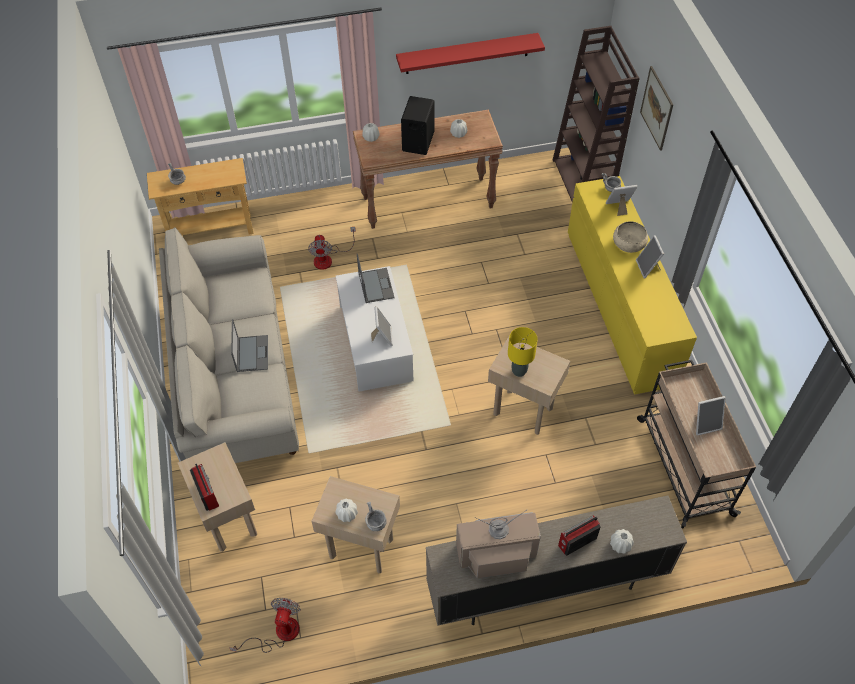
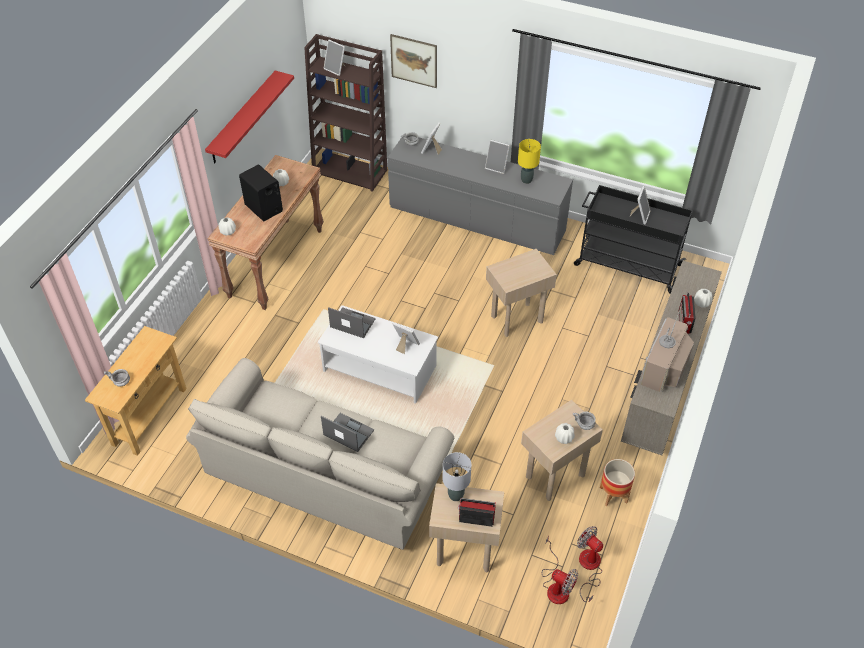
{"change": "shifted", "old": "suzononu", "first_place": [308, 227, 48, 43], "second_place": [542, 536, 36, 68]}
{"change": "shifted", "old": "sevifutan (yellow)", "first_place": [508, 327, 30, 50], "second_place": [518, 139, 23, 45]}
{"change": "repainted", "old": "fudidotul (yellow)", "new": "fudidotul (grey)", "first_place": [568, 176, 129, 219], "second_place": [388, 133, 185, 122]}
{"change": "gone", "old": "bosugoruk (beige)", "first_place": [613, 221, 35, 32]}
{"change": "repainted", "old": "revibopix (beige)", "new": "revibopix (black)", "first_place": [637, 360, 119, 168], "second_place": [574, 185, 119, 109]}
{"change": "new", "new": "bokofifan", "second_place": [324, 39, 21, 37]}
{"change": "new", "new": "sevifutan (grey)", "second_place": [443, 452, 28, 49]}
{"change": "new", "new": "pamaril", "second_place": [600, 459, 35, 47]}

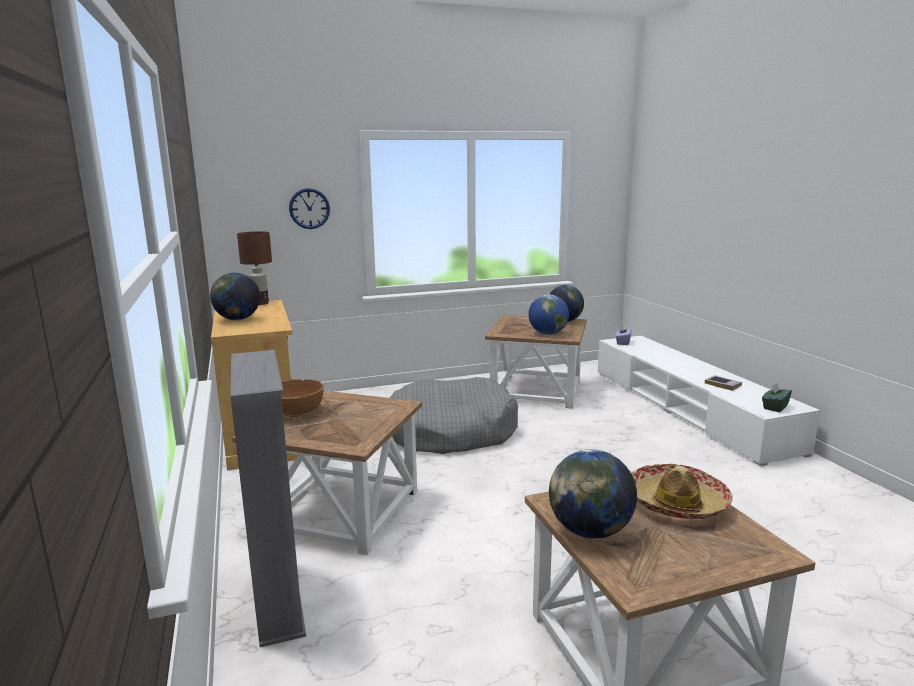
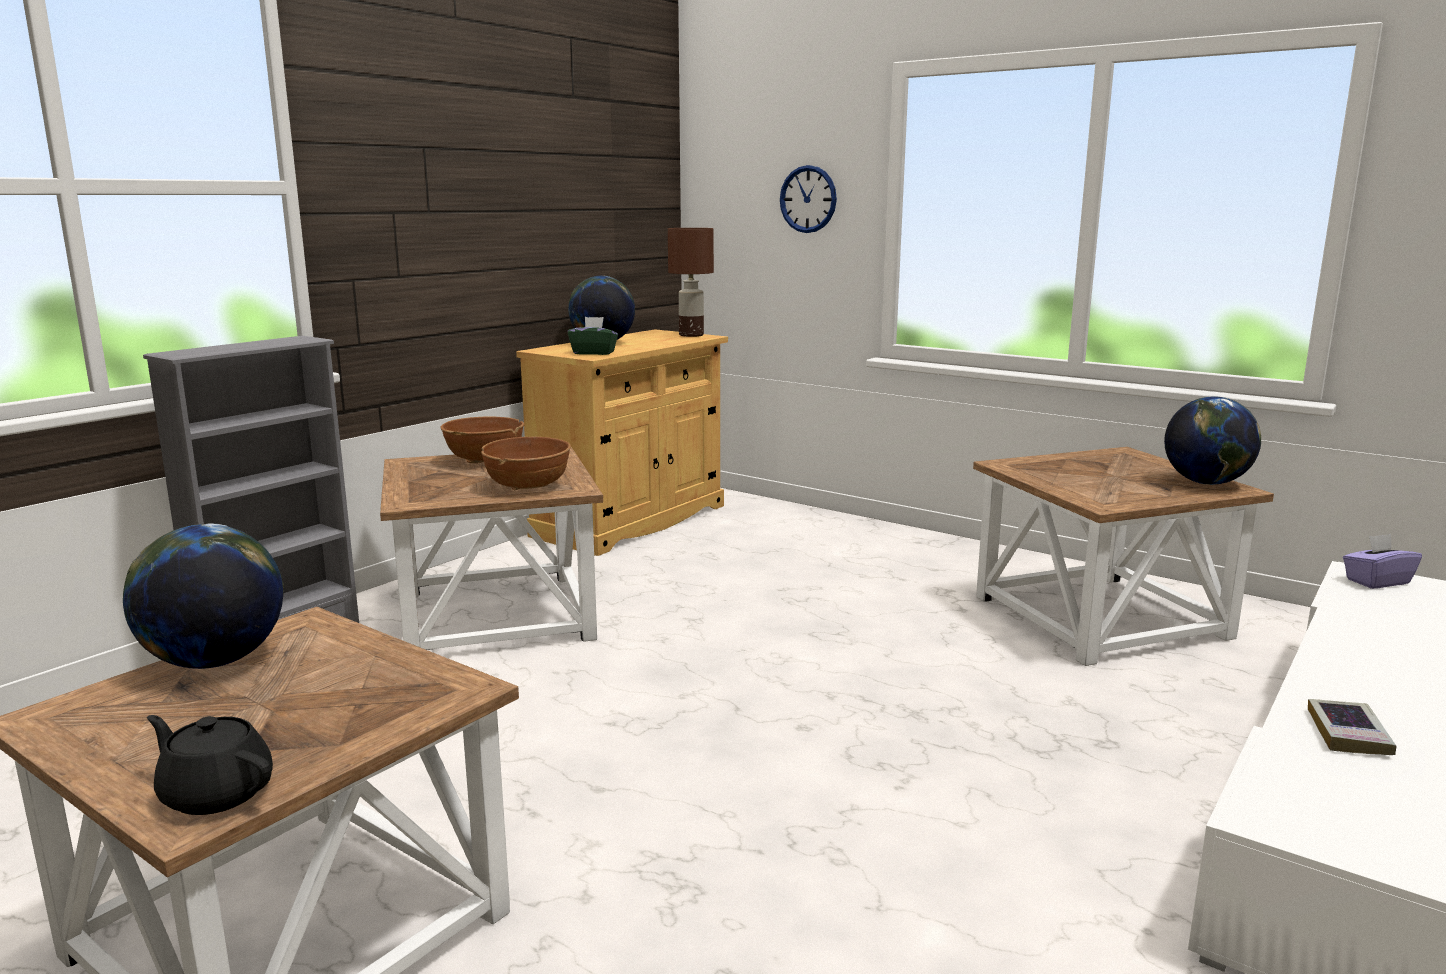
{"change": "gone", "old": "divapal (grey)", "first_place": [390, 377, 128, 77]}
{"change": "gone", "old": "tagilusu", "first_place": [528, 294, 41, 41]}
{"change": "gone", "old": "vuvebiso", "first_place": [631, 464, 102, 55]}
{"change": "shifted", "old": "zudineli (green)", "first_place": [762, 382, 30, 30], "second_place": [568, 317, 50, 38]}
{"change": "new", "new": "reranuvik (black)", "second_place": [147, 715, 126, 100]}
{"change": "new", "new": "bosugoruk (brown)", "second_place": [481, 437, 90, 53]}

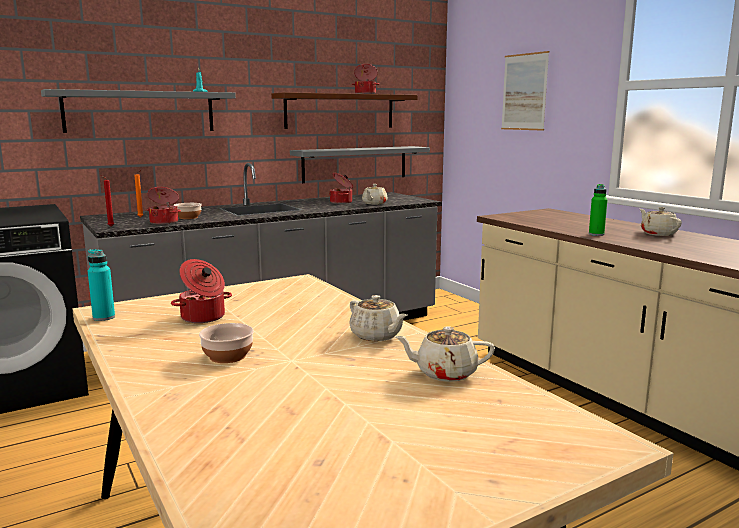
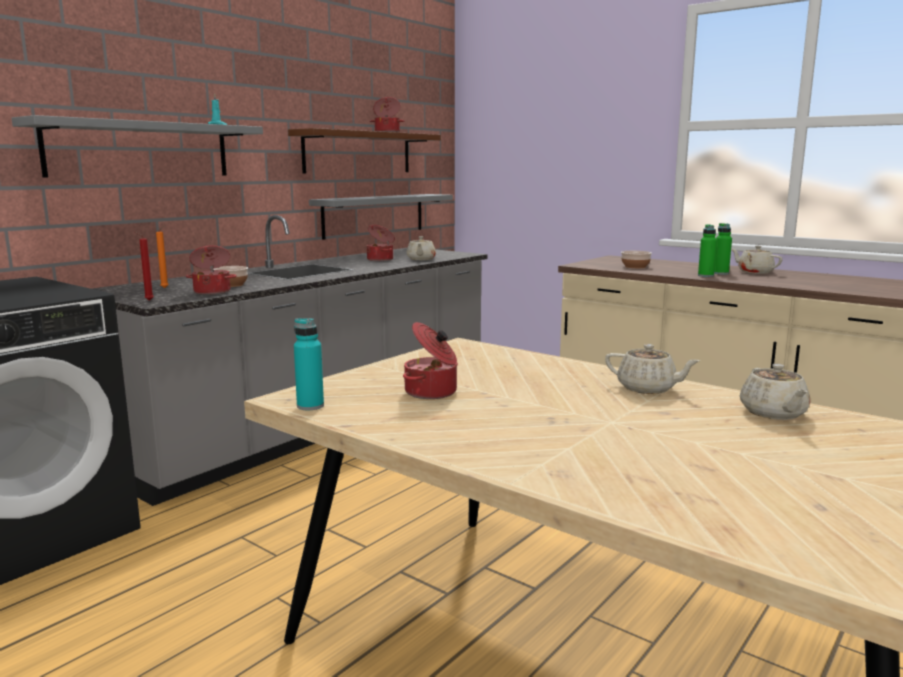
{"change": "shifted", "old": "bosugoruk", "first_place": [199, 323, 55, 40], "second_place": [621, 251, 31, 17]}
{"change": "rotated", "old": "reranuvik (beige)", "first_place": [395, 326, 100, 56], "second_place": [740, 364, 70, 56], "degrees": -75}
{"change": "gone", "old": "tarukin", "first_place": [501, 51, 48, 80]}
{"change": "new", "new": "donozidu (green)", "second_place": [714, 223, 18, 52]}

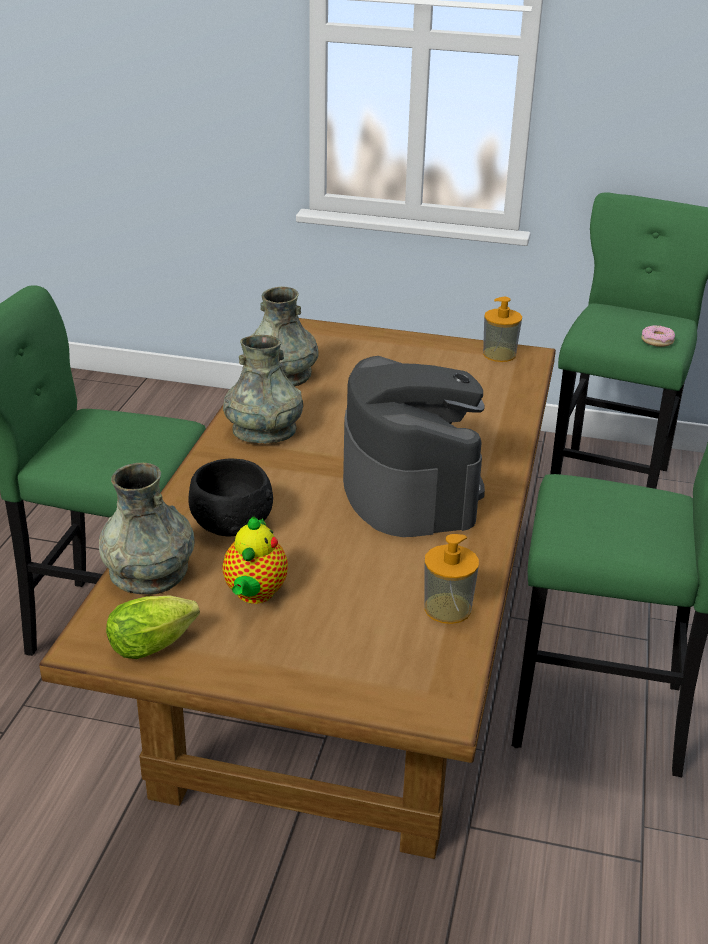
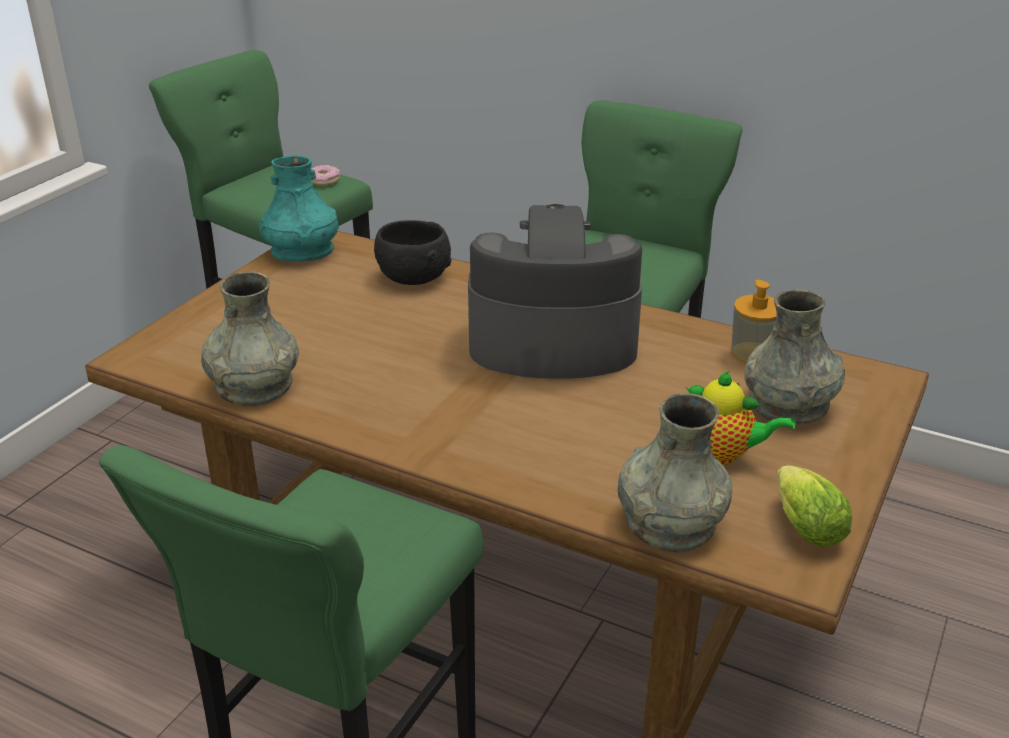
{"change": "shifted", "old": "bosugoruk (black)", "first_place": [188, 459, 85, 77], "second_place": [374, 220, 78, 65]}
{"change": "shifted", "old": "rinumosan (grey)", "first_place": [223, 335, 80, 109], "second_place": [745, 289, 100, 136]}
{"change": "swapped", "old": "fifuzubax", "new": "rinumosan (turquoise)", "first_place": [483, 297, 39, 65], "second_place": [259, 156, 80, 106]}

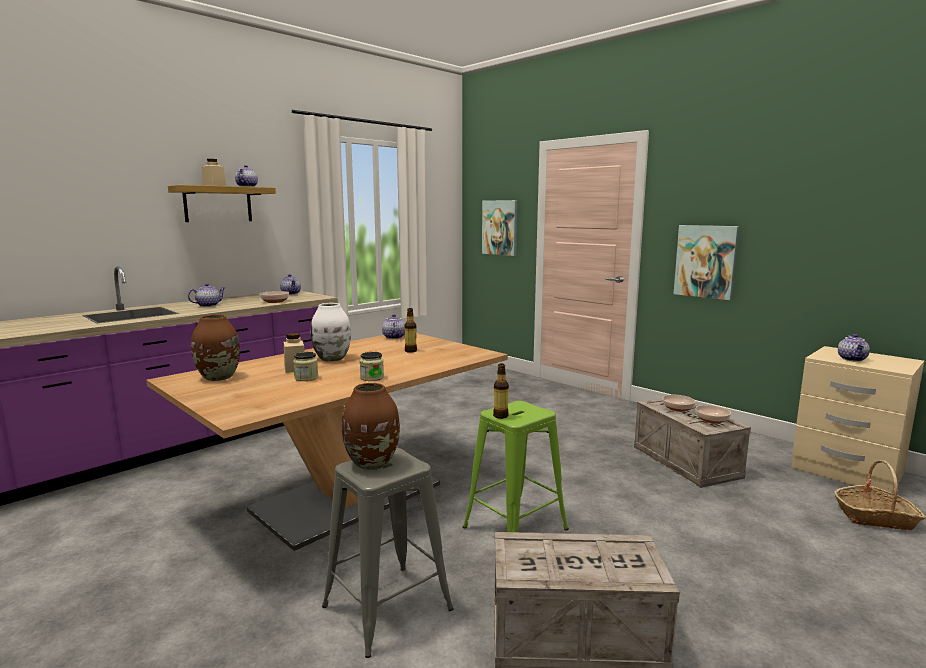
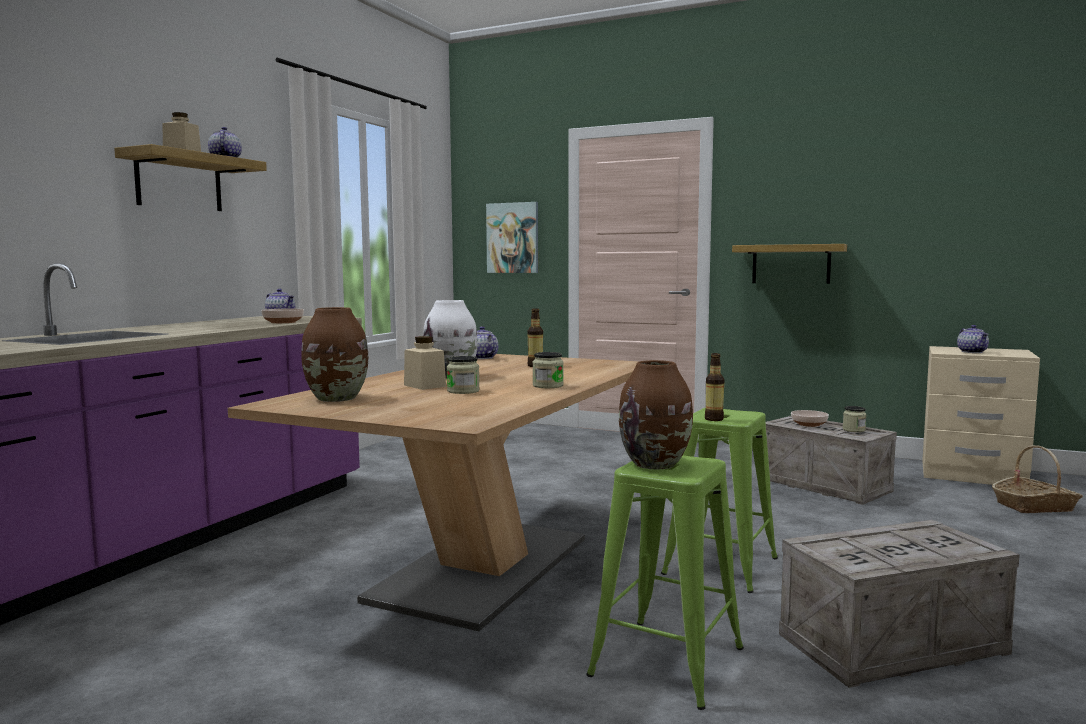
{"change": "gone", "old": "reranuvik", "first_place": [188, 283, 37, 24]}
{"change": "repainted", "old": "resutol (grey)", "new": "resutol (green)", "first_place": [322, 448, 132, 210], "second_place": [586, 455, 158, 255]}
{"change": "swapped", "old": "tarukin", "new": "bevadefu", "first_place": [673, 225, 66, 75], "second_place": [732, 244, 115, 40]}
{"change": "swapped", "old": "bosugoruk", "new": "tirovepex", "first_place": [695, 405, 36, 19], "second_place": [843, 406, 23, 26]}

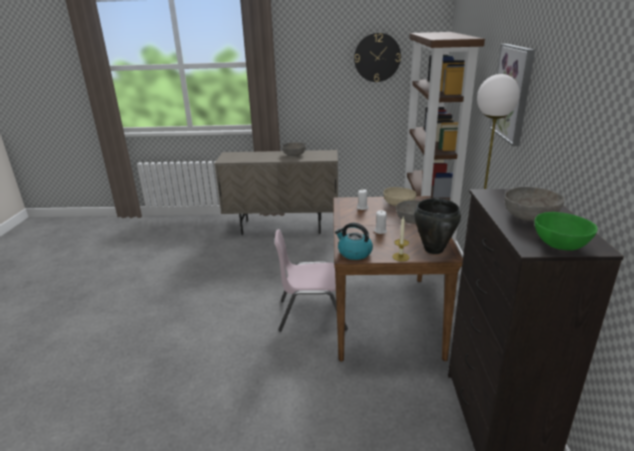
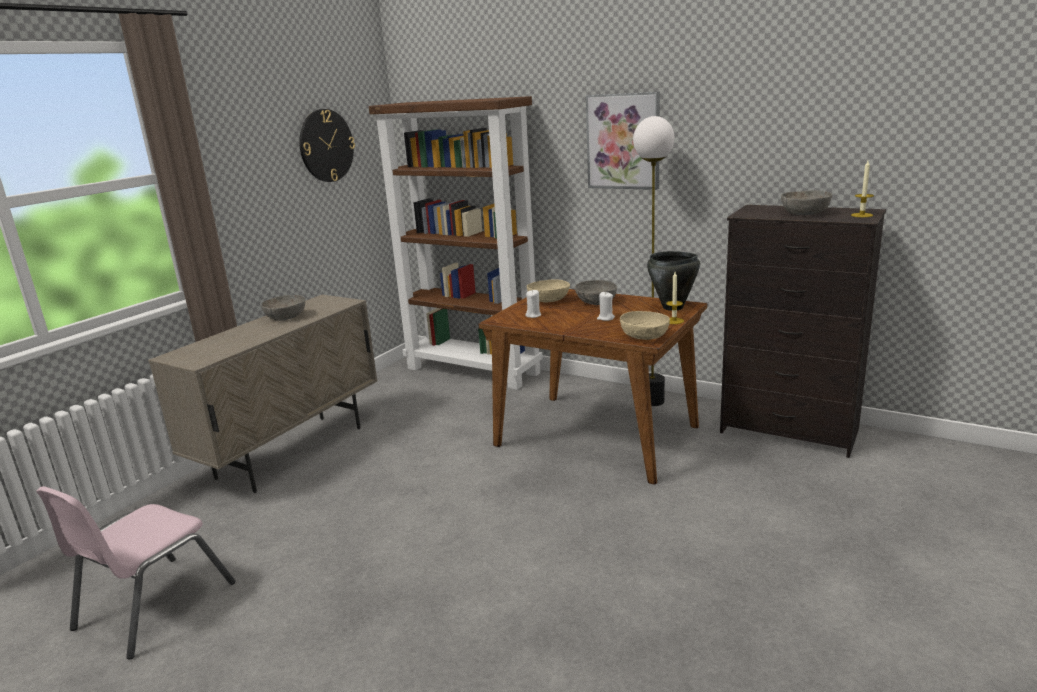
{"change": "shifted", "old": "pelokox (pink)", "first_place": [275, 229, 73, 103], "second_place": [36, 486, 199, 173]}
{"change": "swapped", "old": "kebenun", "new": "bosugoruk (beige)", "first_place": [335, 223, 38, 37], "second_place": [620, 311, 50, 29]}
{"change": "swapped", "old": "bosugoruk (green)", "new": "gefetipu", "first_place": [535, 212, 63, 39], "second_place": [851, 161, 23, 56]}

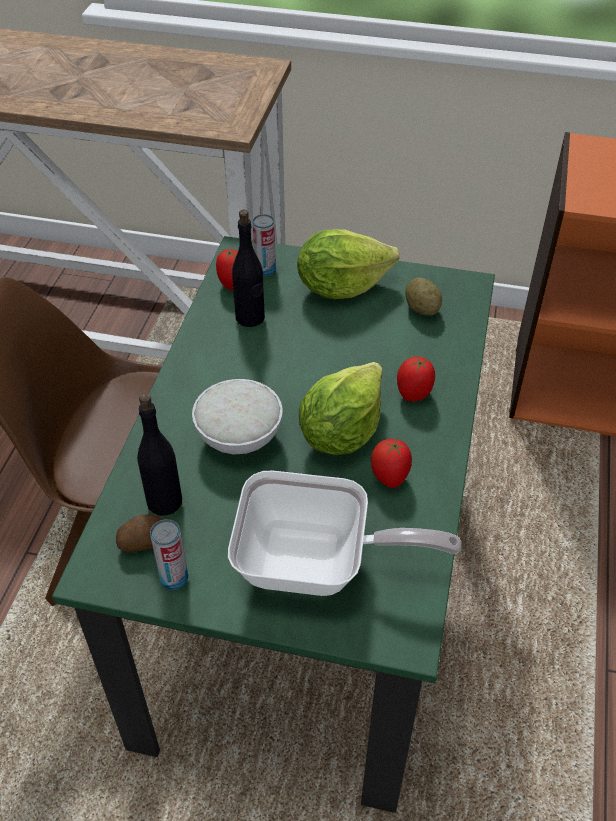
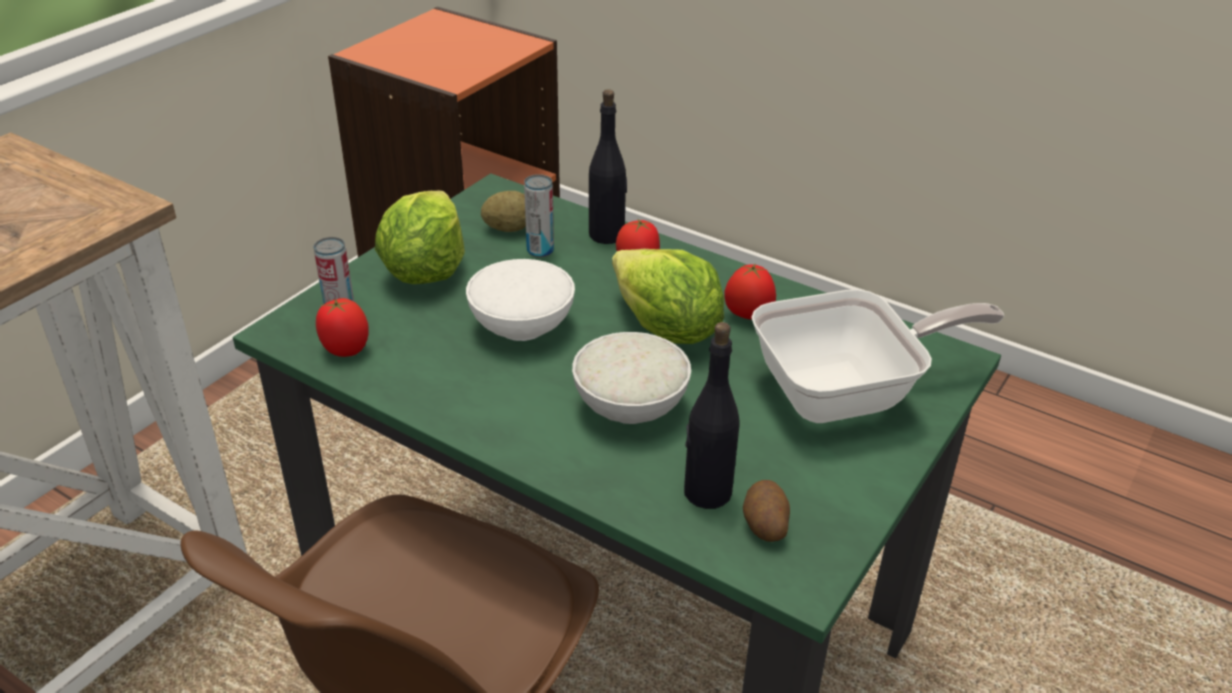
{"change": "shifted", "old": "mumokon", "first_place": [150, 519, 38, 71], "second_place": [524, 174, 30, 84]}
{"change": "rotated", "old": "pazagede", "first_place": [228, 471, 233, 125], "second_place": [751, 289, 253, 134], "degrees": 45}
{"change": "shifted", "old": "donozidu (black)", "first_place": [232, 210, 33, 117], "second_place": [589, 89, 38, 155]}
{"change": "new", "new": "bosugoruk (white)", "second_place": [466, 259, 109, 82]}

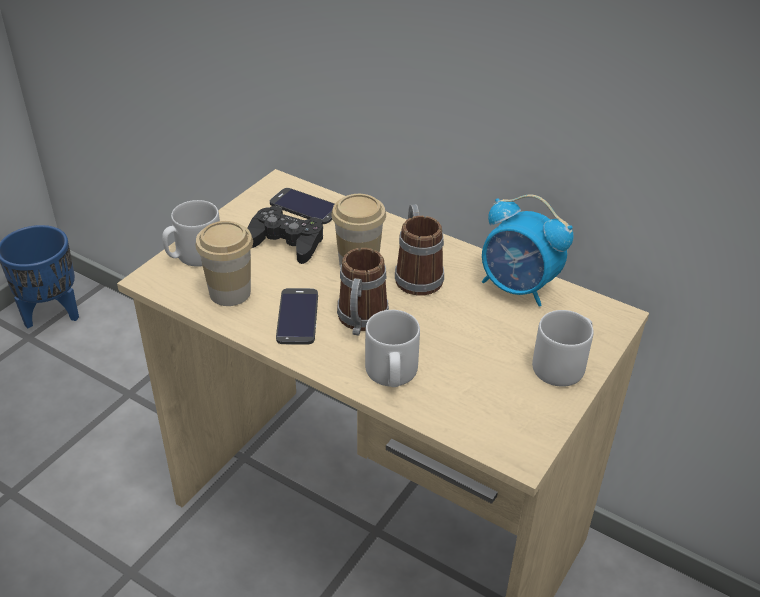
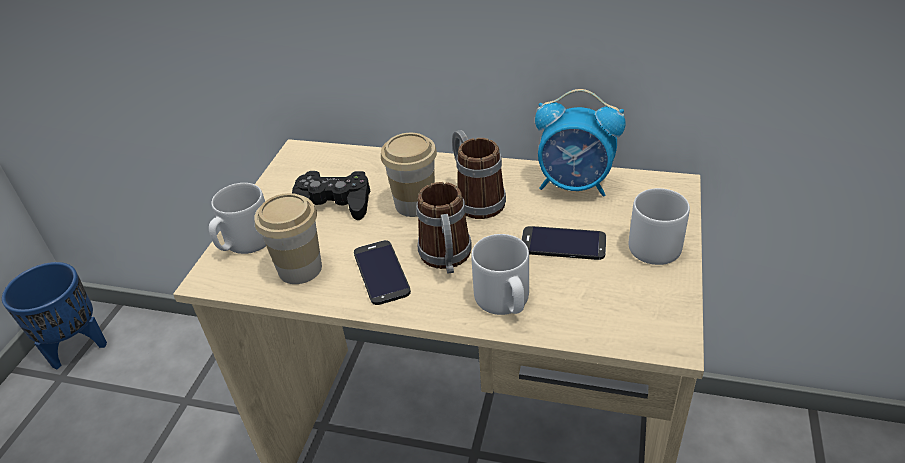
{"change": "shifted", "old": "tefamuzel", "first_place": [270, 188, 64, 36], "second_place": [521, 226, 85, 34]}

